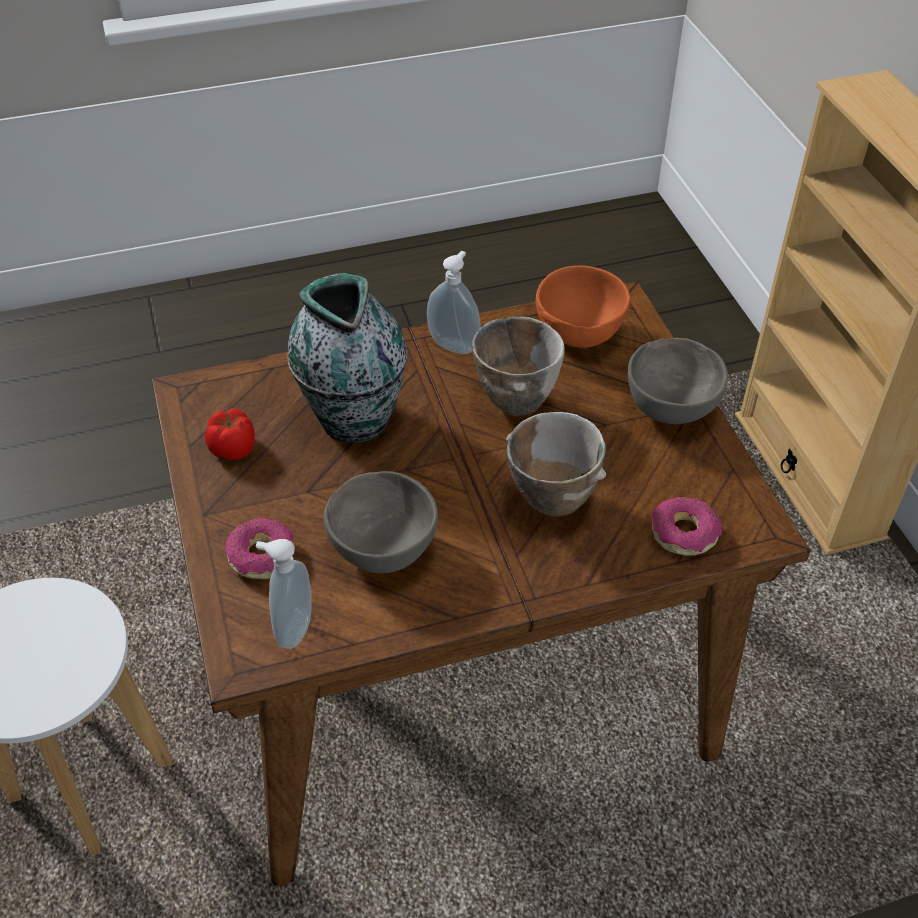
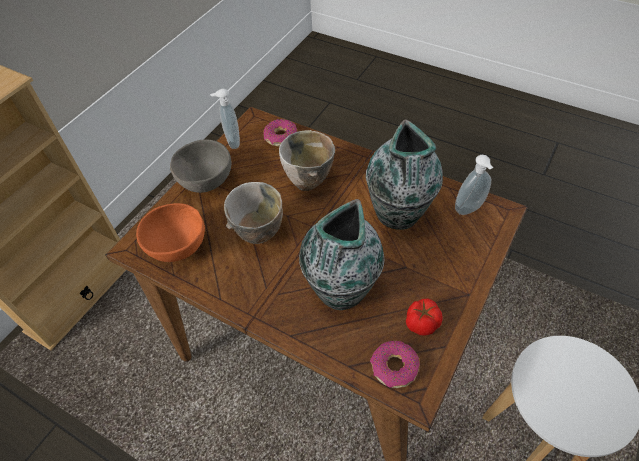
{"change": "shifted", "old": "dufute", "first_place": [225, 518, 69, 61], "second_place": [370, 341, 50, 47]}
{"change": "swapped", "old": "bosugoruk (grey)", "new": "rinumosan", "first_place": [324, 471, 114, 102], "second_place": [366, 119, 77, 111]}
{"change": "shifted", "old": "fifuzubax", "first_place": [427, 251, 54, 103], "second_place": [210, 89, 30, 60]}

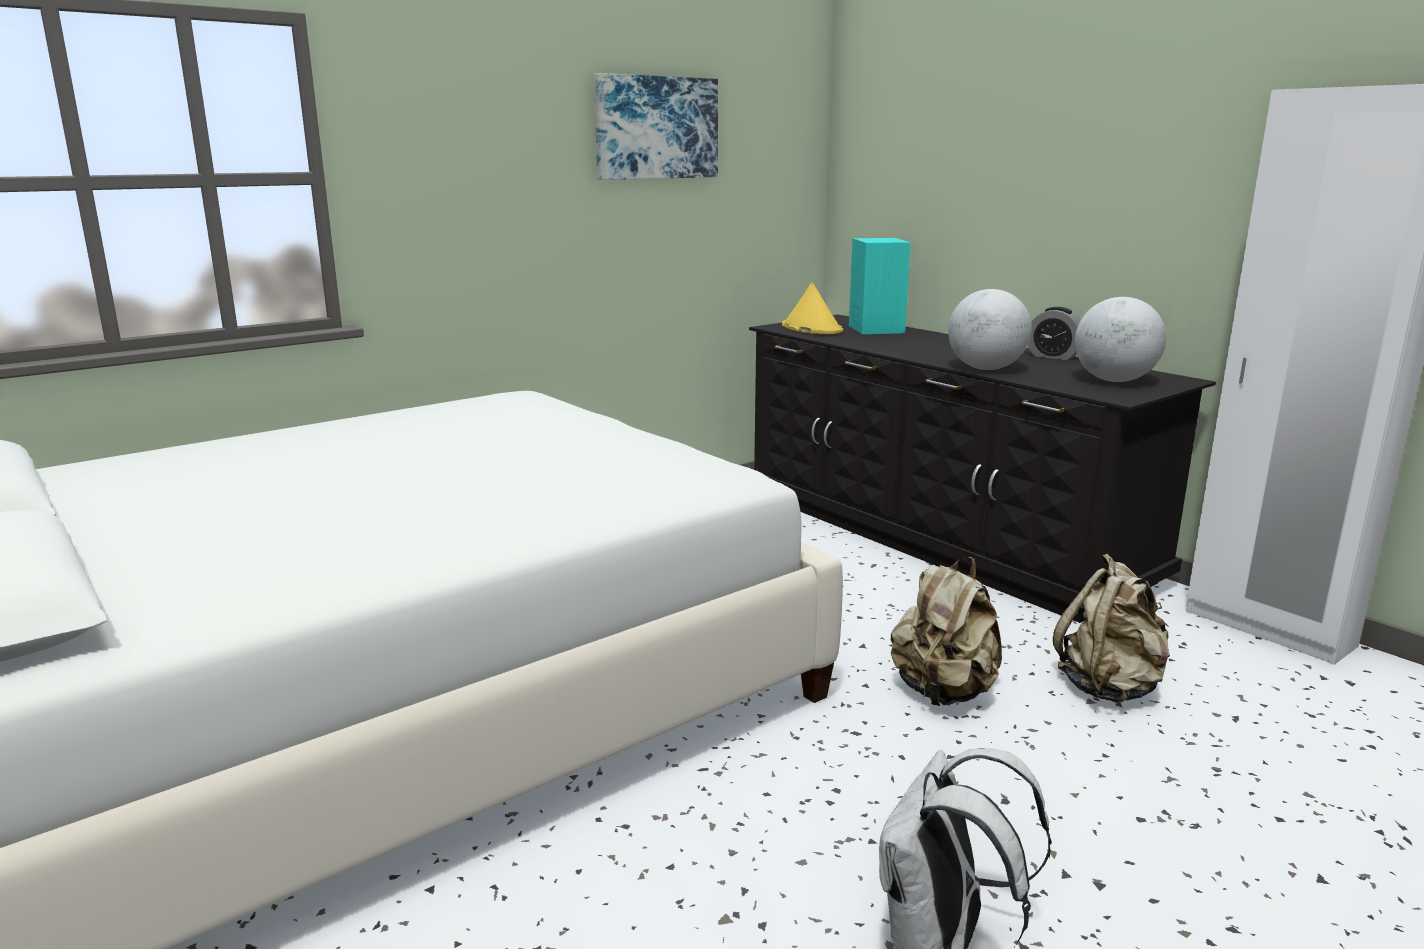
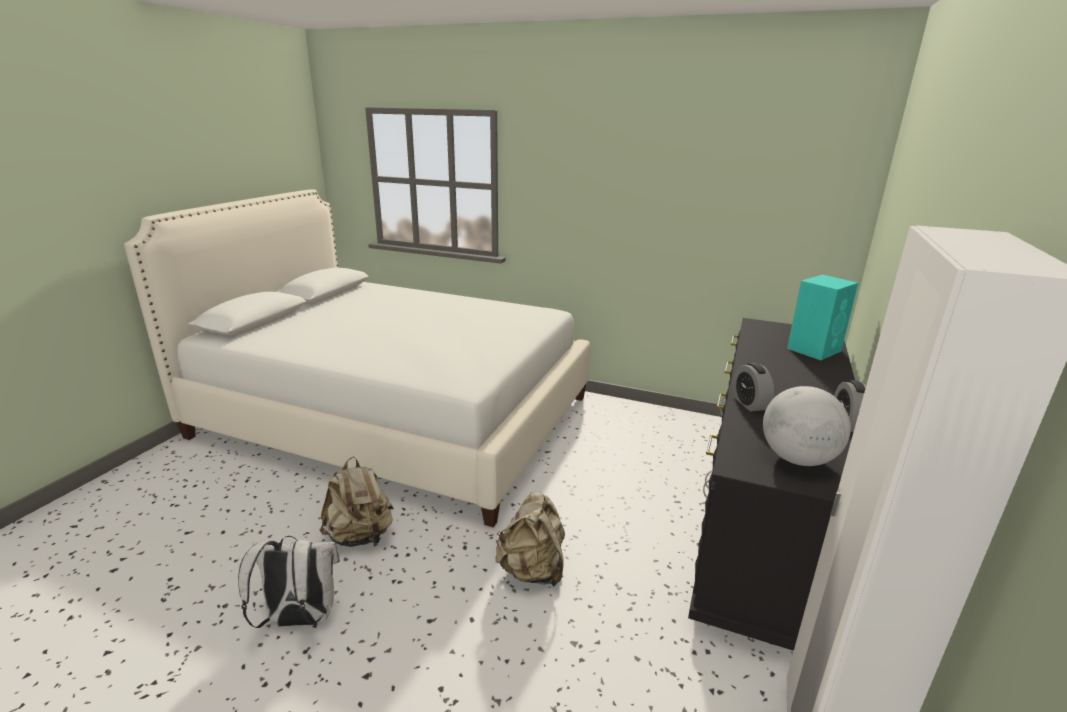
{"change": "gone", "old": "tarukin", "first_place": [594, 73, 124, 107]}
{"change": "gone", "old": "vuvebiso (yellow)", "first_place": [782, 282, 61, 52]}
{"change": "swapped", "old": "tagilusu", "new": "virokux", "first_place": [948, 289, 84, 81], "second_place": [733, 362, 41, 49]}
{"change": "shifted", "old": "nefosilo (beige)", "first_place": [1053, 554, 117, 149], "second_place": [320, 457, 74, 90]}

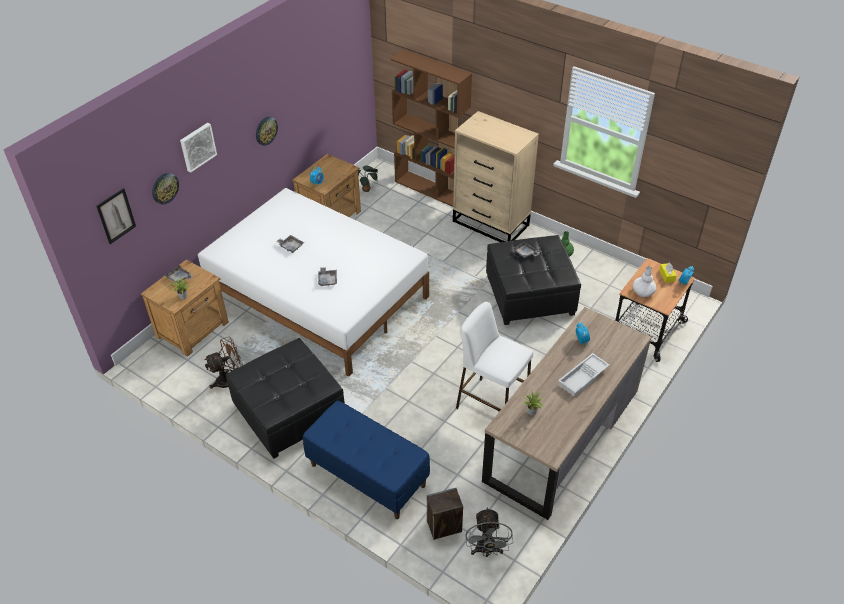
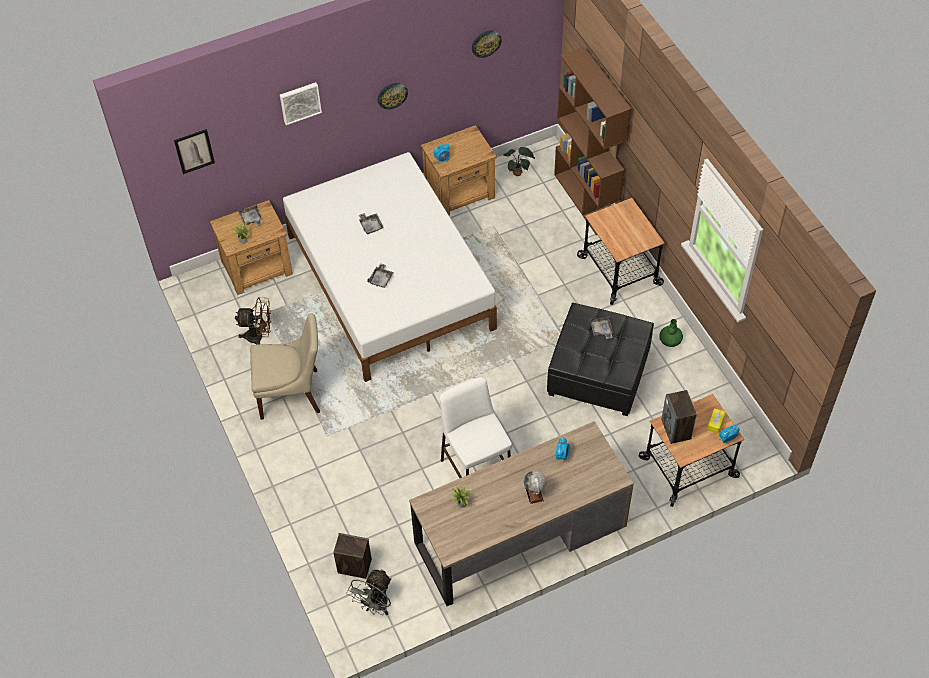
{"change": "shifted", "old": "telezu", "first_place": [152, 173, 27, 31], "second_place": [472, 30, 30, 28]}
{"change": "swapped", "old": "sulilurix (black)", "new": "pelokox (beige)", "first_place": [226, 338, 119, 121], "second_place": [250, 314, 70, 106]}
{"change": "gone", "old": "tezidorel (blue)", "first_place": [303, 400, 127, 119]}
{"change": "swapped", "old": "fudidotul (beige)", "new": "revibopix", "first_place": [453, 111, 86, 131], "second_place": [577, 198, 88, 107]}
{"change": "swapped", "old": "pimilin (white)", "new": "tagilusu", "first_place": [558, 353, 51, 43], "second_place": [524, 470, 22, 34]}
{"change": "swapped", "old": "rinumosan (white)", "new": "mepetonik", "first_place": [632, 266, 24, 31], "second_place": [661, 390, 36, 54]}

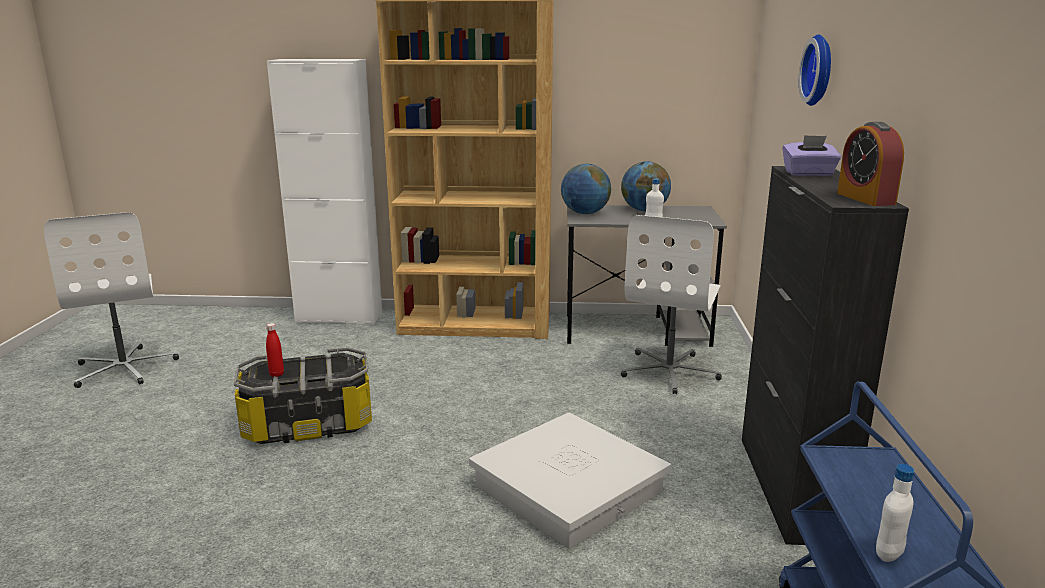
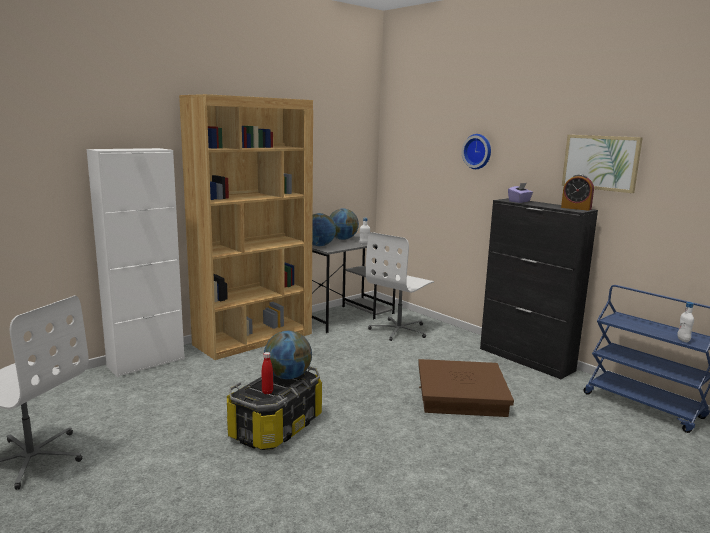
{"change": "repainted", "old": "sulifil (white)", "new": "sulifil (brown)", "first_place": [469, 413, 202, 136], "second_place": [418, 359, 96, 58]}
{"change": "rotated", "old": "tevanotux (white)", "first_place": [621, 215, 101, 179], "second_place": [365, 232, 69, 109], "degrees": 60}
{"change": "new", "new": "tagilusu", "second_place": [264, 331, 48, 48]}
{"change": "new", "new": "tarukin", "second_place": [562, 135, 81, 58]}

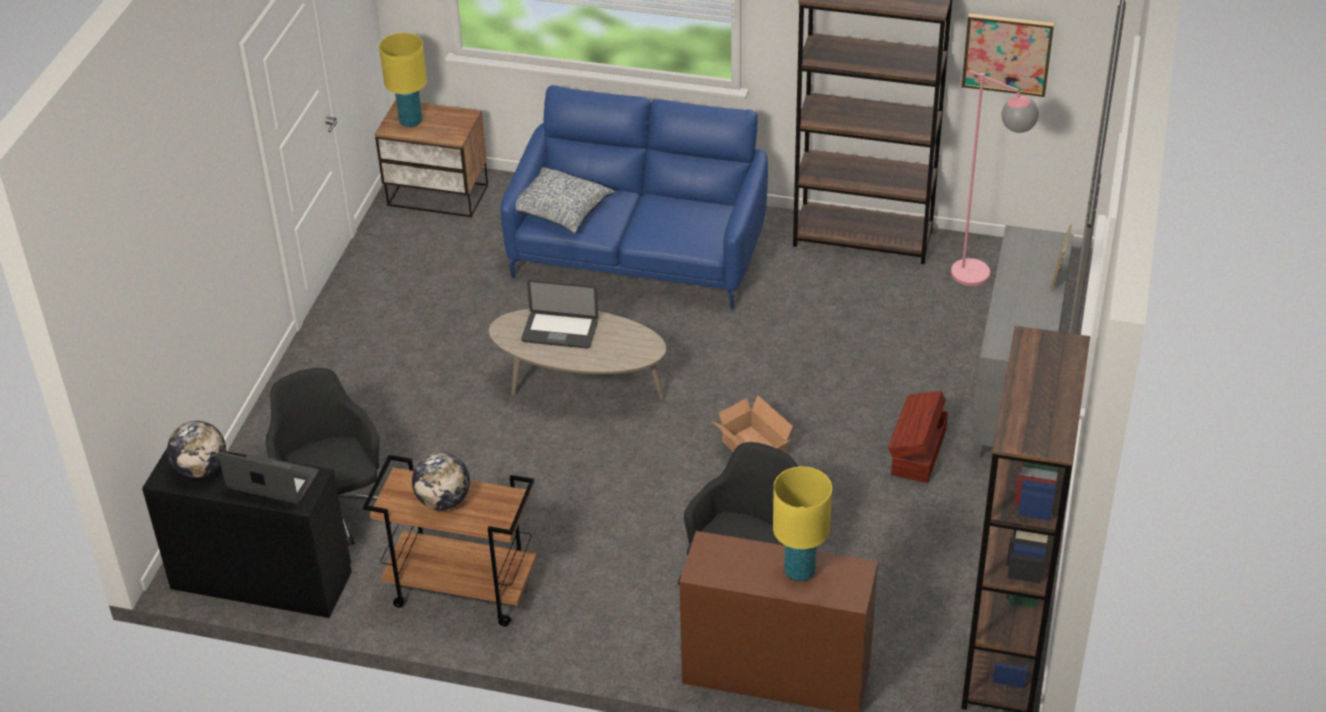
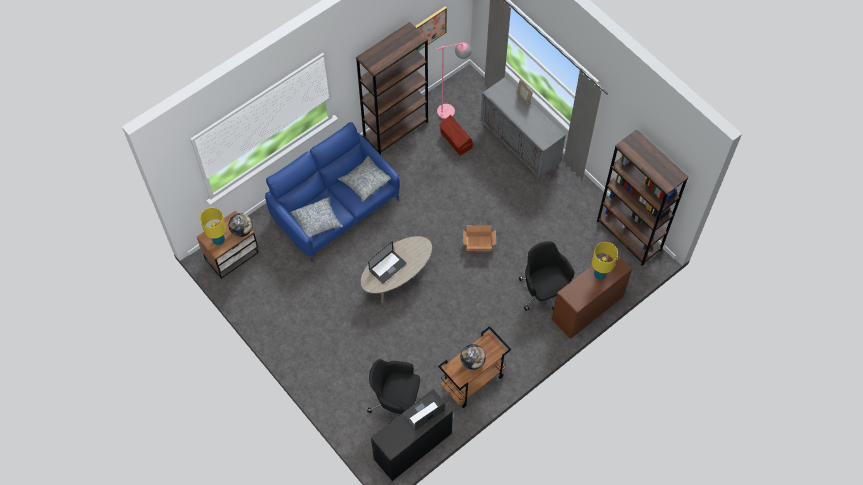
{"change": "shifted", "old": "tagilusu", "first_place": [167, 421, 59, 57], "second_place": [229, 213, 24, 24]}
{"change": "shifted", "old": "sulifil (brown)", "first_place": [888, 391, 60, 92], "second_place": [439, 115, 34, 40]}
{"change": "new", "new": "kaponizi", "second_place": [338, 156, 53, 46]}

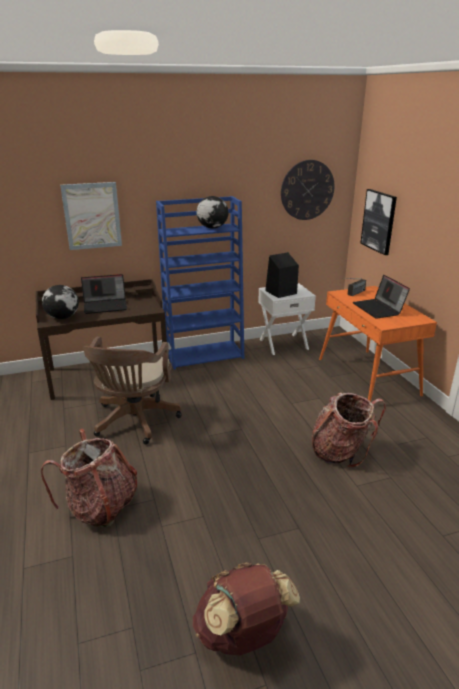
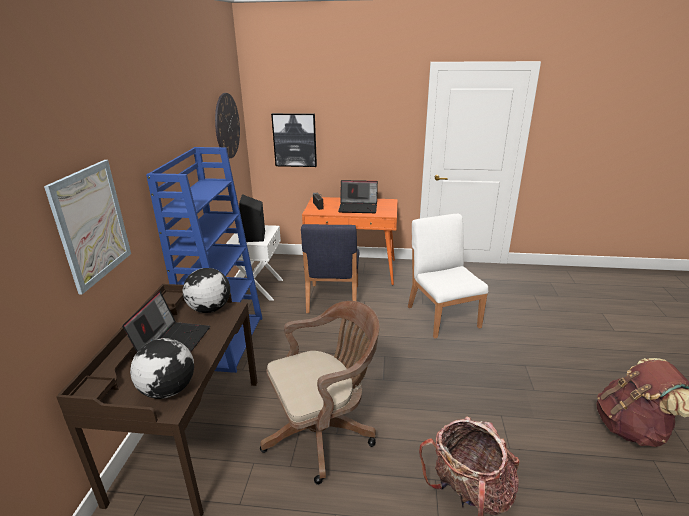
{"change": "rotated", "old": "tevanotux (brown)", "first_place": [83, 337, 99, 108], "second_place": [260, 301, 120, 184], "degrees": -60}
{"change": "shifted", "old": "tagilusu", "first_place": [196, 196, 33, 32], "second_place": [182, 268, 48, 45]}
{"change": "swapped", "old": "nefosilo", "new": "pelokox (white)", "first_place": [312, 392, 74, 76], "second_place": [408, 214, 80, 124]}
{"change": "new", "new": "pelokox (blue)", "second_place": [301, 224, 58, 89]}

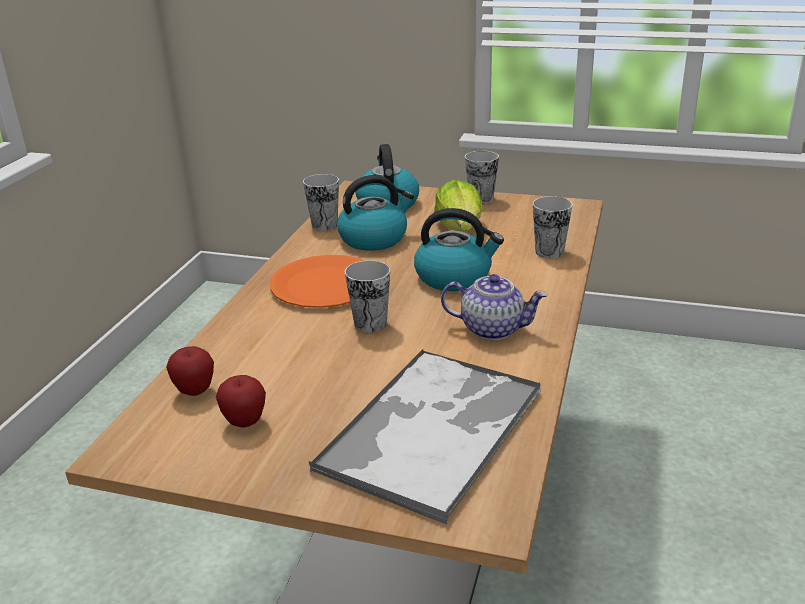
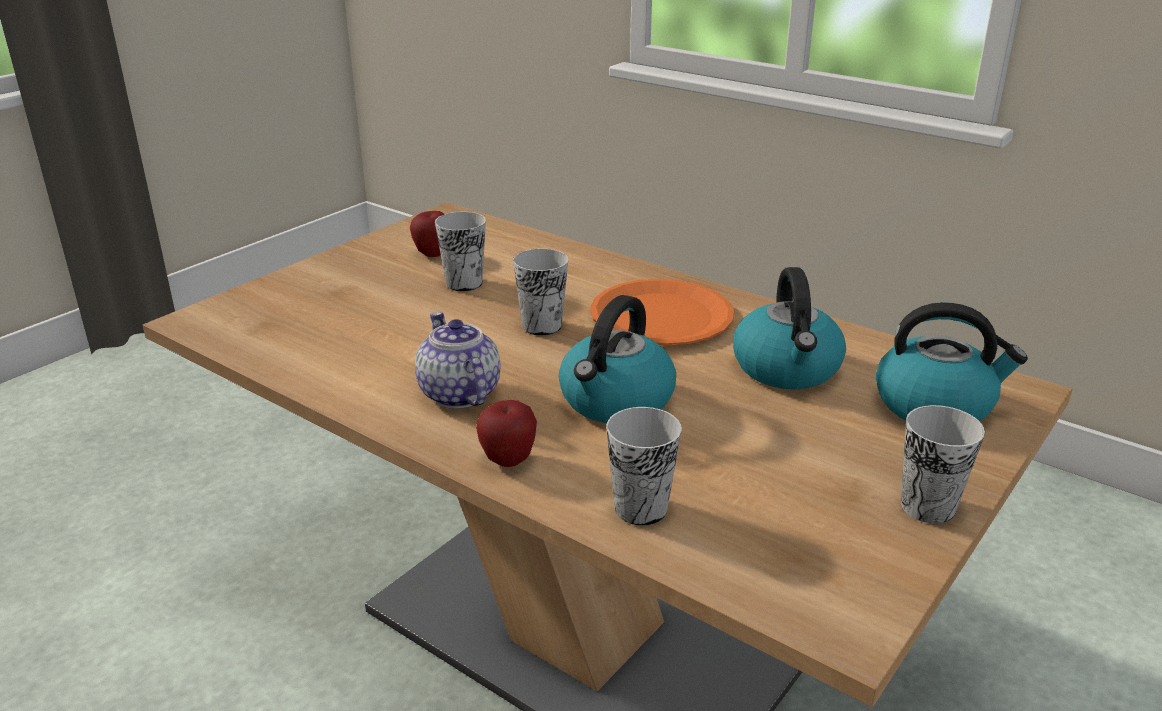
{"change": "shifted", "old": "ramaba", "first_place": [166, 346, 48, 50], "second_place": [476, 400, 61, 67]}
{"change": "shifted", "old": "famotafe", "first_place": [303, 174, 36, 57], "second_place": [435, 212, 51, 79]}
{"change": "gone", "old": "pimilin", "first_place": [309, 349, 233, 176]}
{"change": "gone", "old": "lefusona", "first_place": [434, 180, 49, 51]}
{"change": "rotated", "old": "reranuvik", "first_place": [441, 274, 107, 66], "second_place": [415, 312, 85, 97], "degrees": 120}

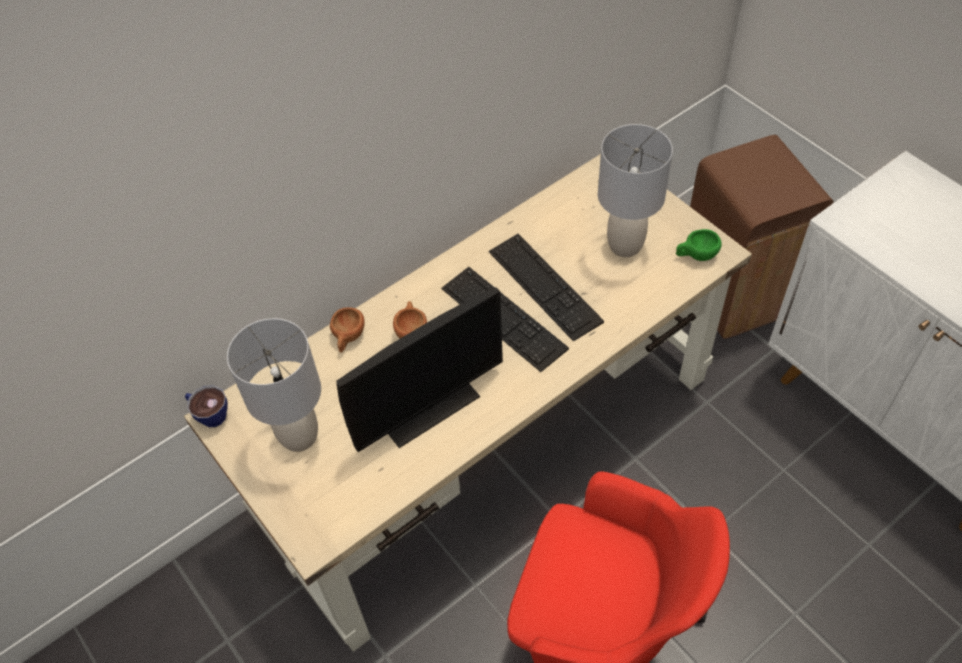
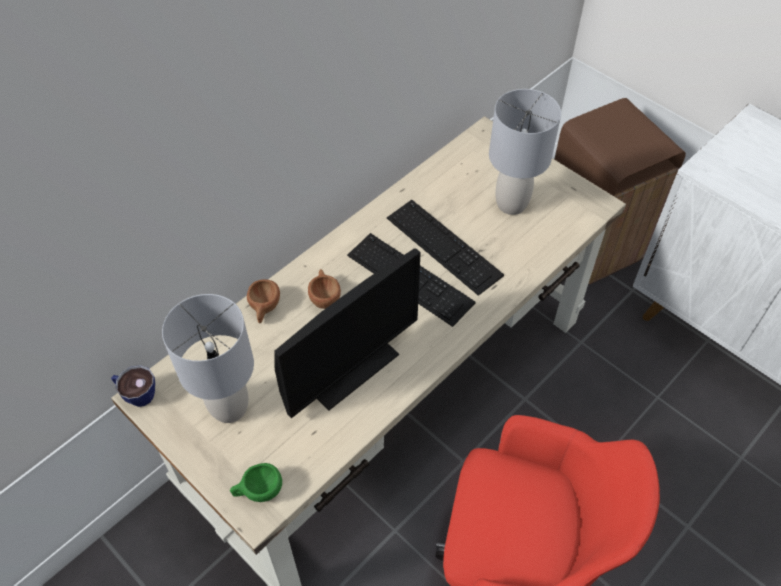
{"change": "shifted", "old": "famotafe (green)", "first_place": [676, 229, 46, 32], "second_place": [230, 463, 52, 39]}

